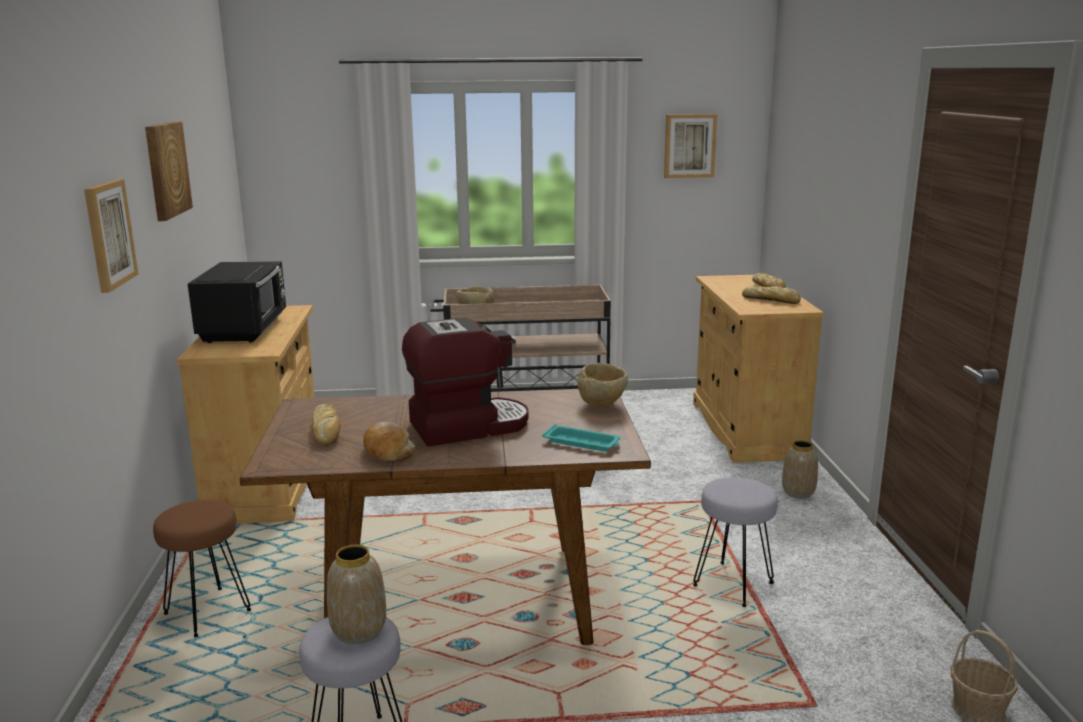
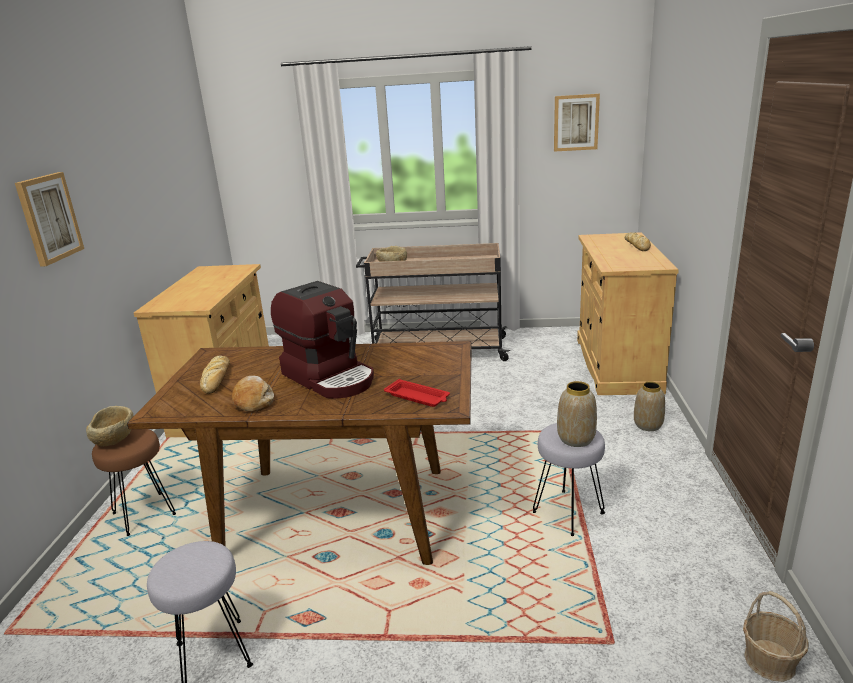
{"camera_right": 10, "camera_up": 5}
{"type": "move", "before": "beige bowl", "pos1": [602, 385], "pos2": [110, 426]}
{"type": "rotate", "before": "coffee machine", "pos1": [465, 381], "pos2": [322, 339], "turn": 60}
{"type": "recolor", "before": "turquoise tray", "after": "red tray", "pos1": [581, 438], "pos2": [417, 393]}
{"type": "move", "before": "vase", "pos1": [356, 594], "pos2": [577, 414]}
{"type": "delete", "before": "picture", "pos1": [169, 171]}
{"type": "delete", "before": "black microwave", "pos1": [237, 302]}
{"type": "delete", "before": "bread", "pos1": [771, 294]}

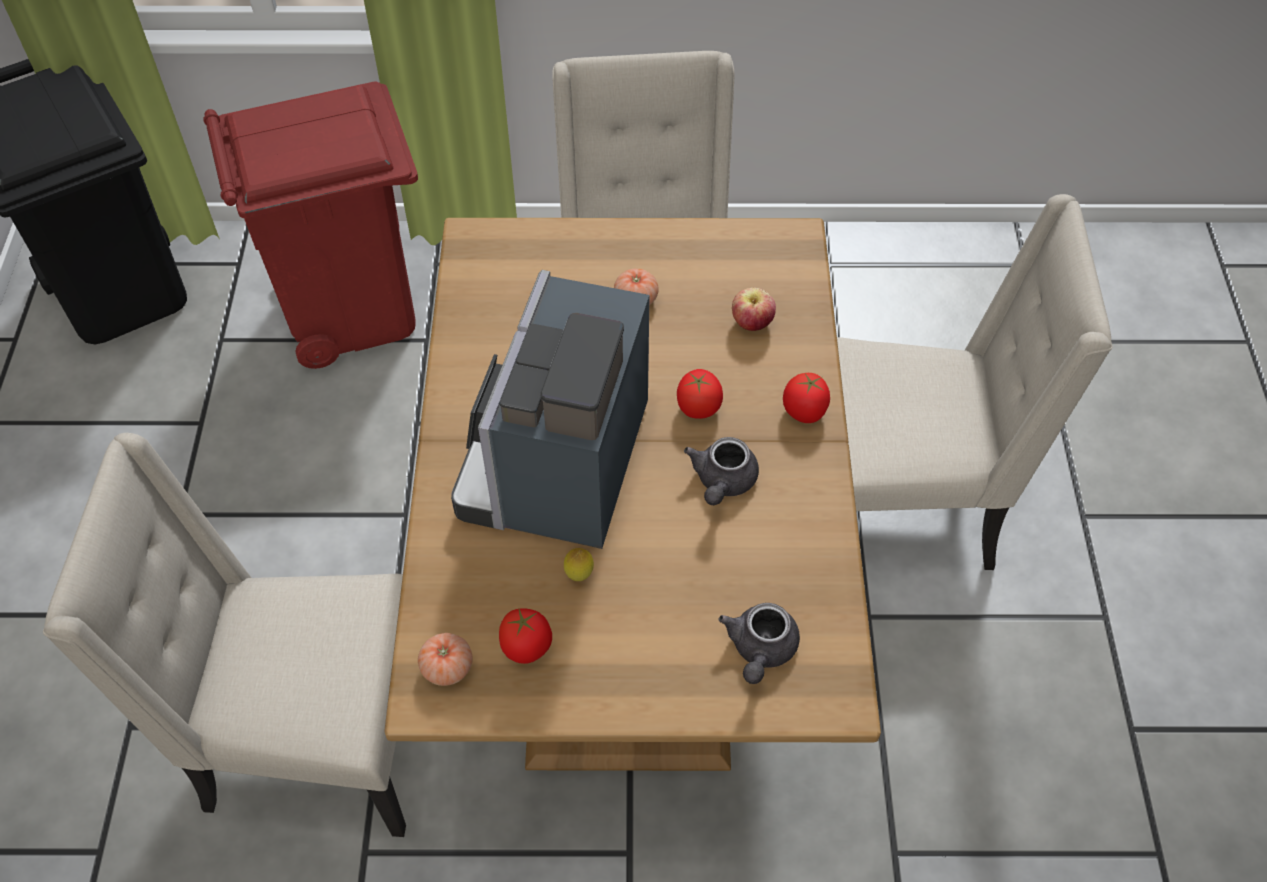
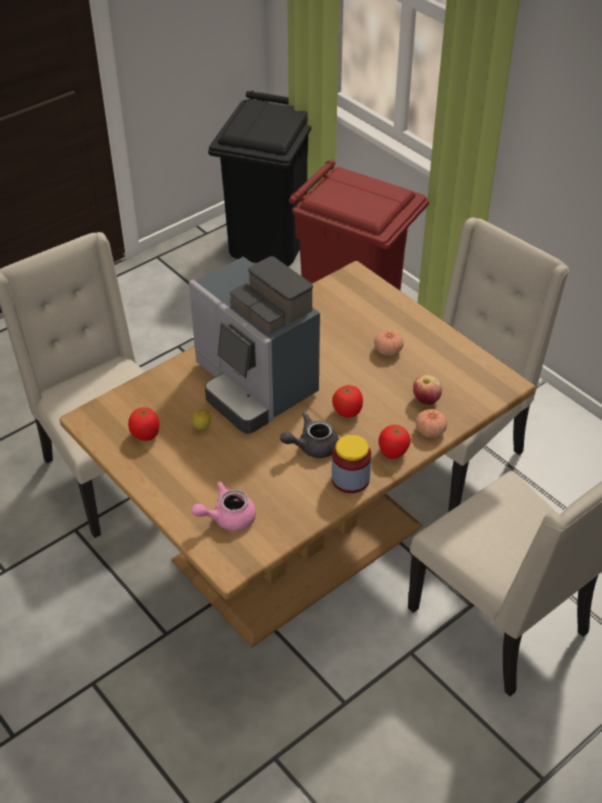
{"camera_right": 50, "camera_up": -10}
{"type": "rotate", "before": "coffee machine", "pos1": [550, 409], "pos2": [254, 345], "turn": -105}
{"type": "recolor", "before": "grey teapot", "after": "pink teapot", "pos1": [759, 643], "pos2": [224, 506]}
{"type": "insert", "after": "jar", "pos2": [351, 464]}
{"type": "move", "before": "tomato", "pos1": [445, 659], "pos2": [431, 423]}

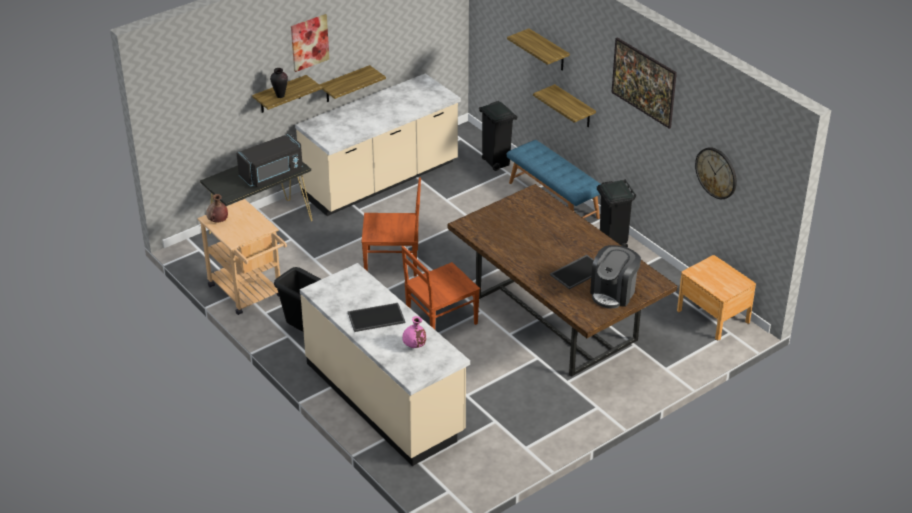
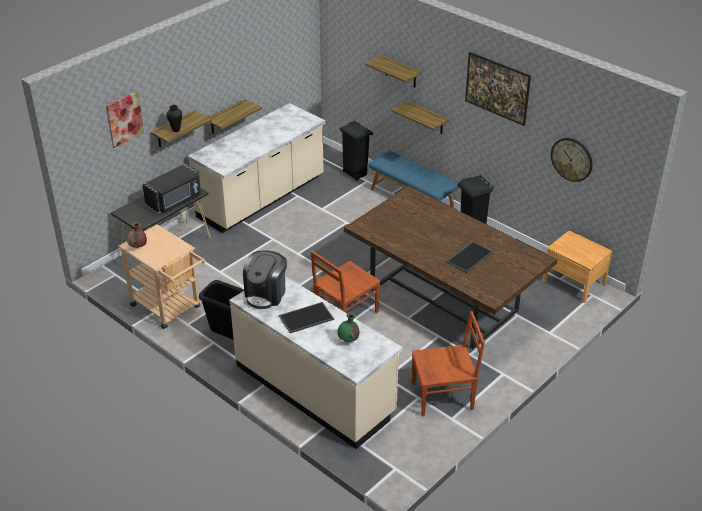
{"camera_right": -10, "camera_up": 0}
{"type": "move", "before": "picture", "pos1": [310, 43], "pos2": [125, 120]}
{"type": "move", "before": "coffee machine", "pos1": [615, 277], "pos2": [265, 280]}
{"type": "recolor", "before": "pink vase", "after": "green vase", "pos1": [414, 332], "pos2": [348, 327]}
{"type": "move", "before": "brown chair", "pos1": [391, 227], "pos2": [448, 363]}

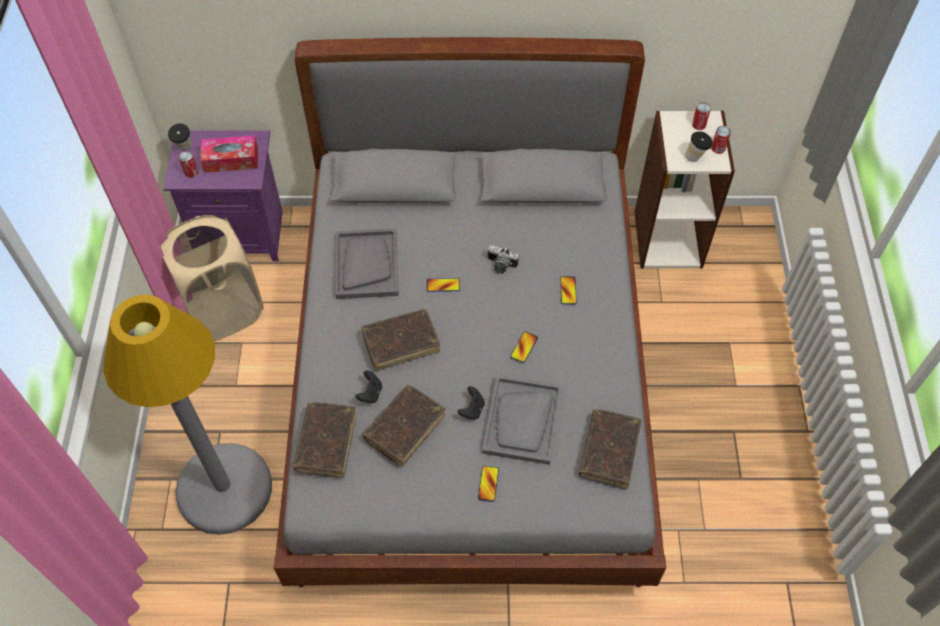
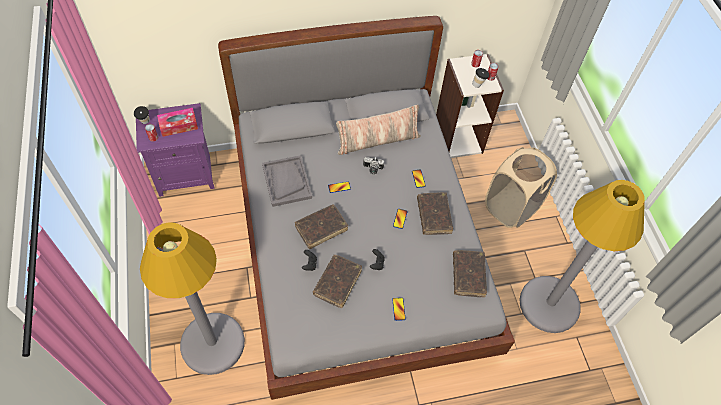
{"camera_right": -15, "camera_up": 0}
{"type": "insert", "after": "pillow", "pos2": [378, 130]}
{"type": "move", "before": "brown book", "pos1": [324, 440], "pos2": [435, 213]}
{"type": "move", "before": "beige laundry basket", "pos1": [212, 278], "pos2": [521, 187]}
{"type": "insert", "after": "grey floor lamp", "pos2": [582, 256]}
{"type": "delete", "before": "grey tray", "pos1": [522, 420]}

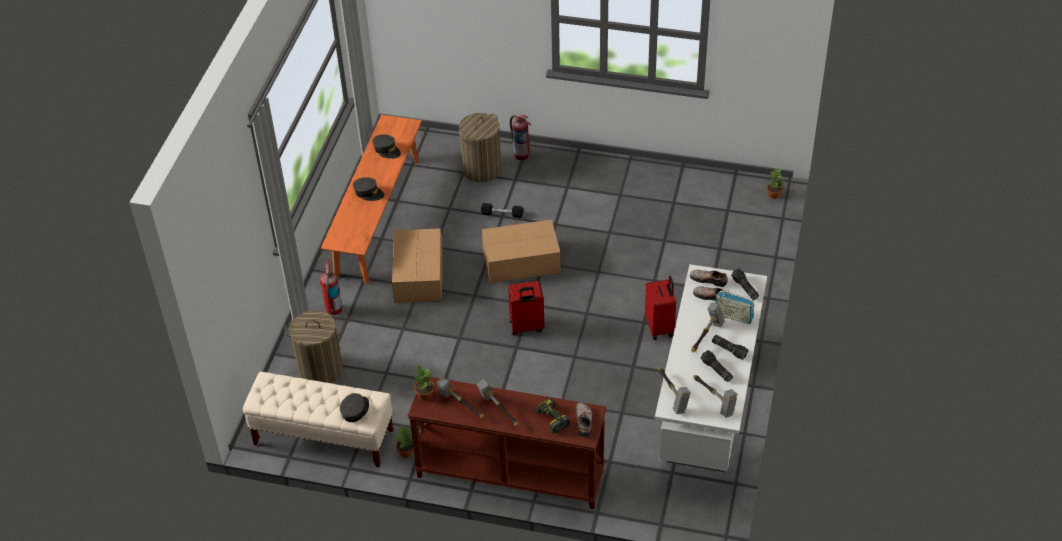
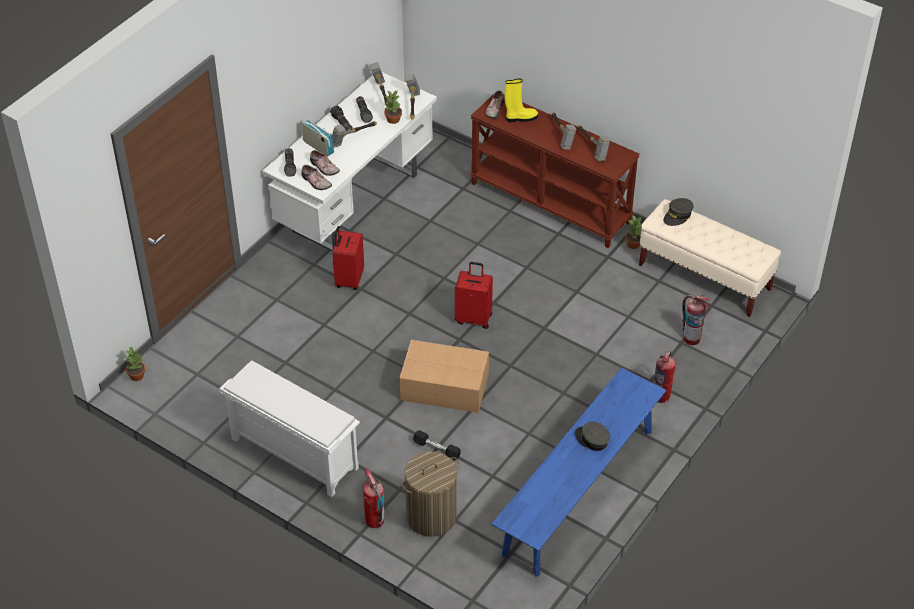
{"camera_right": -160, "camera_up": 0}
{"type": "insert", "after": "white shoe rack", "pos2": [289, 429]}
{"type": "move", "before": "potted plant", "pos1": [424, 382], "pos2": [393, 107]}
{"type": "recolor", "before": "orange bench", "after": "blue bench", "pos1": [371, 199], "pos2": [579, 472]}
{"type": "replace", "before": "power drill", "after": "yellow boot", "pos1": [552, 415], "pos2": [521, 100]}
{"type": "replace", "before": "laundry basket", "after": "fire extinguisher", "pos1": [314, 346], "pos2": [696, 320]}
{"type": "delete", "before": "grey cap", "pos1": [386, 146]}
{"type": "delete", "before": "cardboard box", "pos1": [417, 265]}

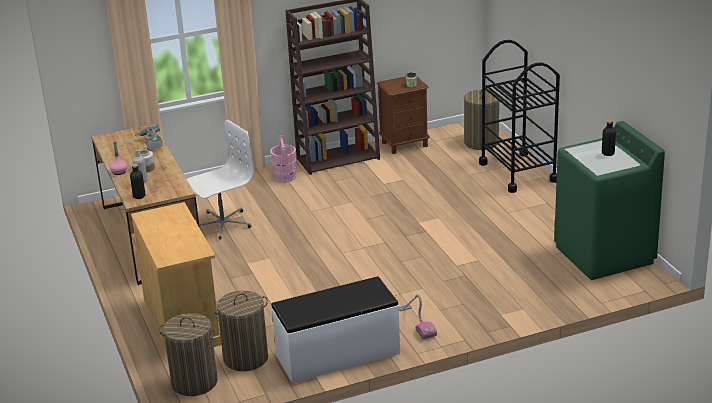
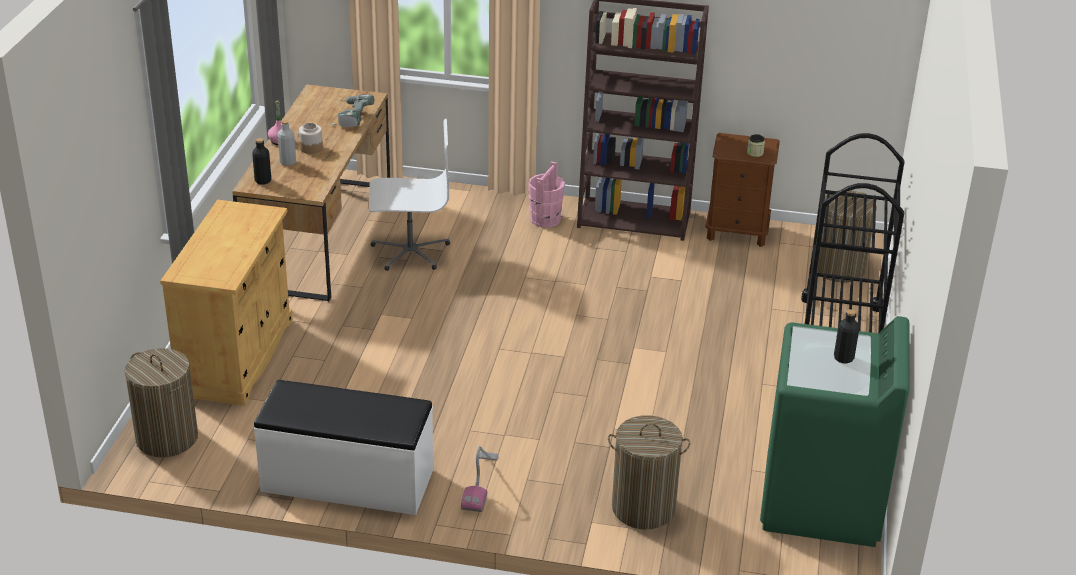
{"camera_right": 30, "camera_up": 5}
{"type": "move", "before": "laundry basket", "pos1": [240, 331], "pos2": [649, 472]}

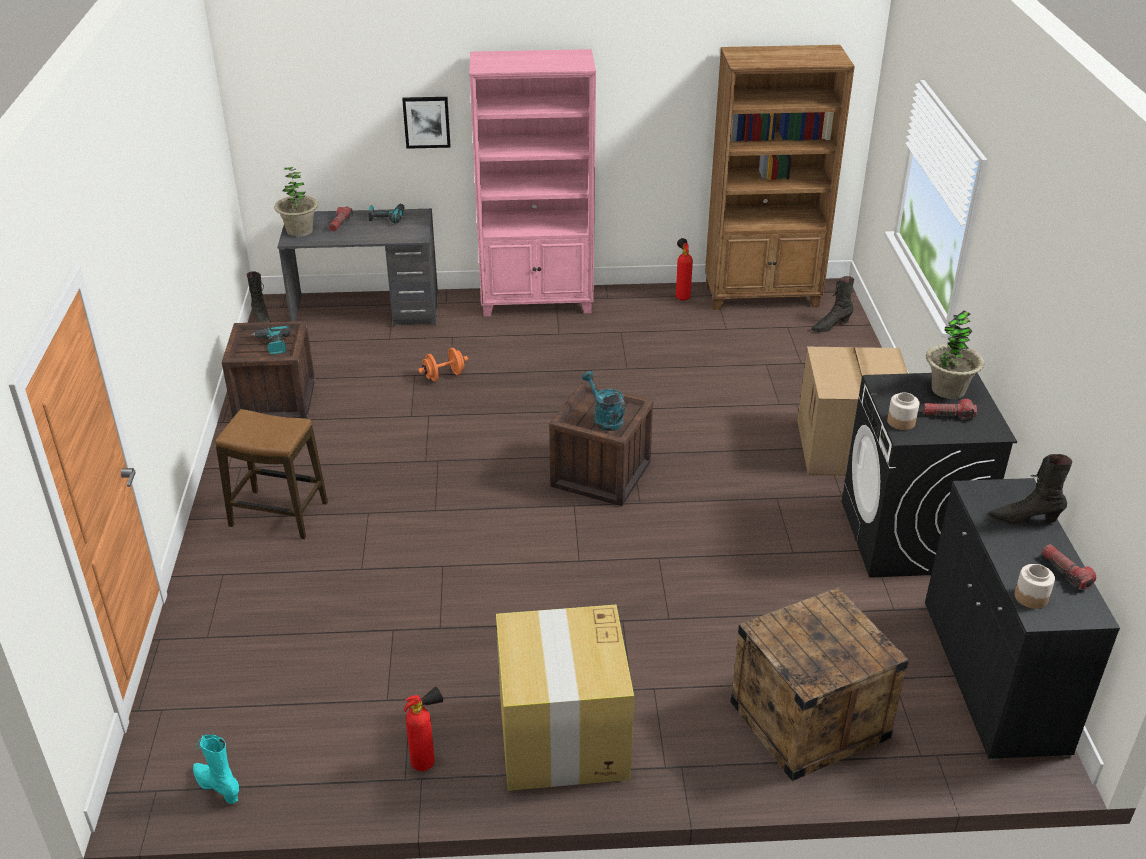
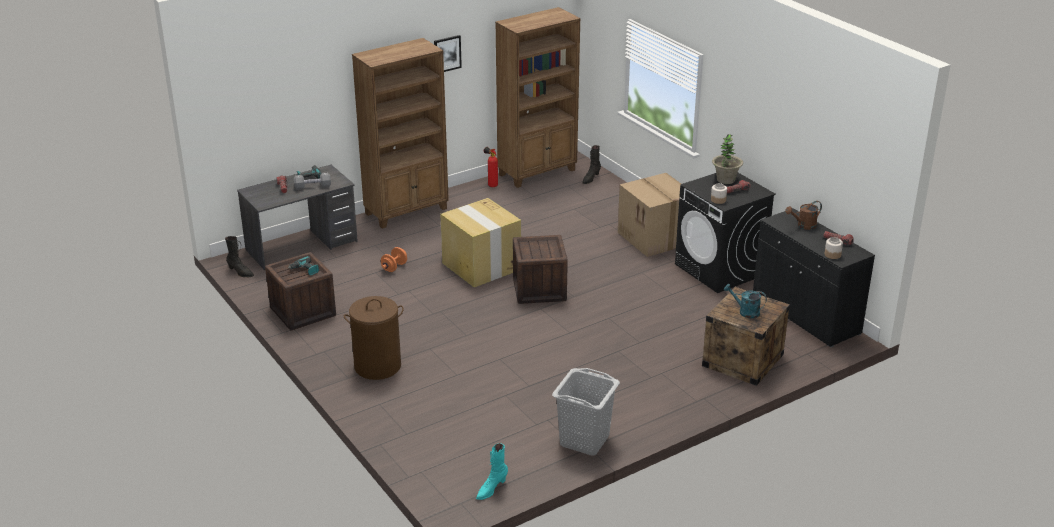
{"camera_right": -30, "camera_up": -5}
{"type": "insert", "after": "grey dumbbell", "pos2": [312, 181]}
{"type": "replace", "before": "stool", "after": "brown laundry basket", "pos1": [271, 474], "pos2": [374, 338]}
{"type": "recolor", "before": "pink bookcase", "after": "brown bookcase", "pos1": [532, 182], "pos2": [400, 133]}
{"type": "move", "before": "picture", "pos1": [426, 123], "pos2": [448, 53]}
{"type": "move", "before": "cardboard box", "pos1": [565, 698], "pos2": [480, 242]}
{"type": "rotate", "before": "turquoise boot", "pos1": [216, 769], "pos2": [492, 471], "turn": -60}
{"type": "replace", "before": "fire extinguisher", "after": "grey laundry basket", "pos1": [423, 728], "pos2": [586, 411]}
{"type": "move", "before": "turquoise watering can", "pos1": [603, 401], "pos2": [745, 301]}
{"type": "replace", "before": "black boot", "after": "brown watering can", "pos1": [1030, 489], "pos2": [803, 215]}
{"type": "delete", "before": "potted plant", "pos1": [296, 202]}

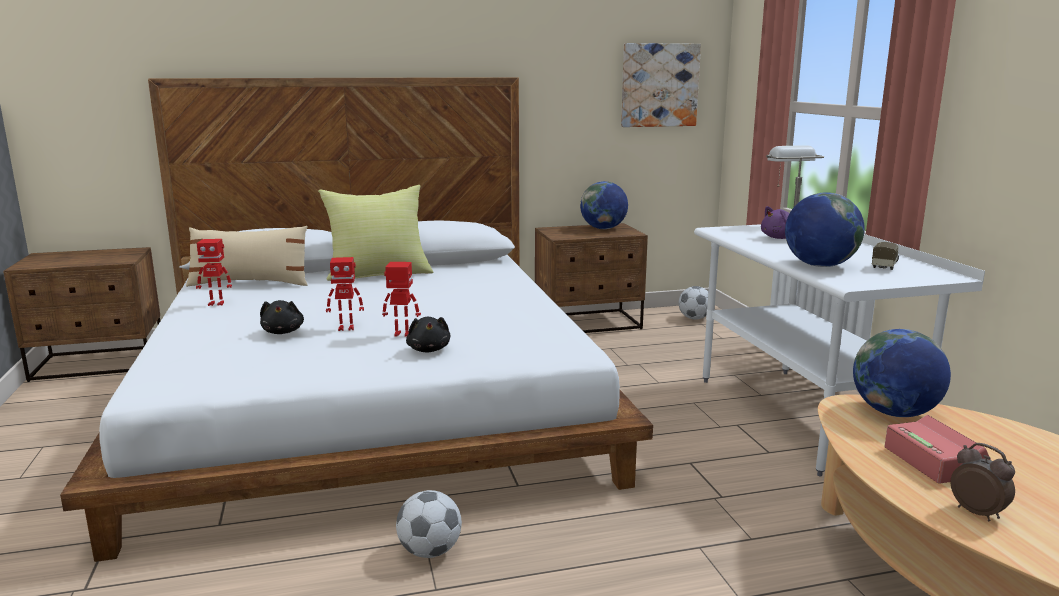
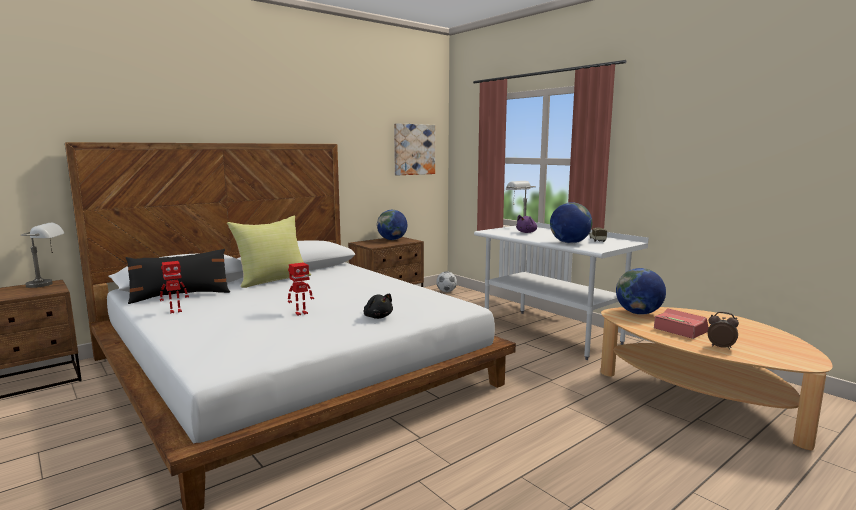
{"camera_right": -25, "camera_up": -5}
{"type": "insert", "after": "grey table lamp", "pos2": [42, 255]}
{"type": "recolor", "before": "beige pillow", "after": "black pillow", "pos1": [247, 256], "pos2": [178, 276]}
{"type": "delete", "before": "black plush toy", "pos1": [282, 317]}
{"type": "delete", "before": "toy robot", "pos1": [401, 299]}
{"type": "delete", "before": "football", "pos1": [429, 524]}

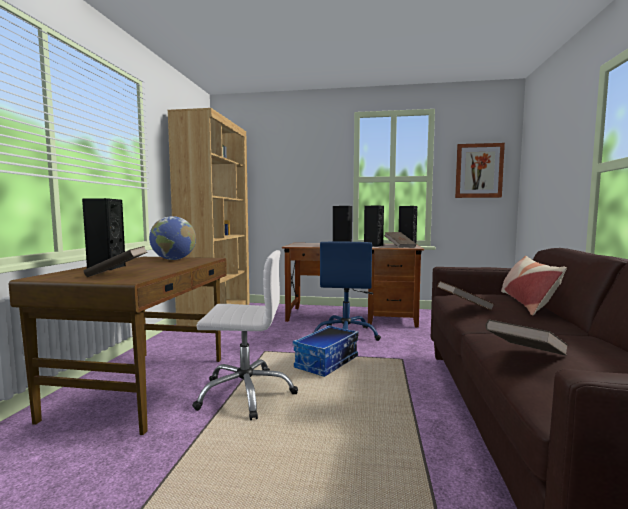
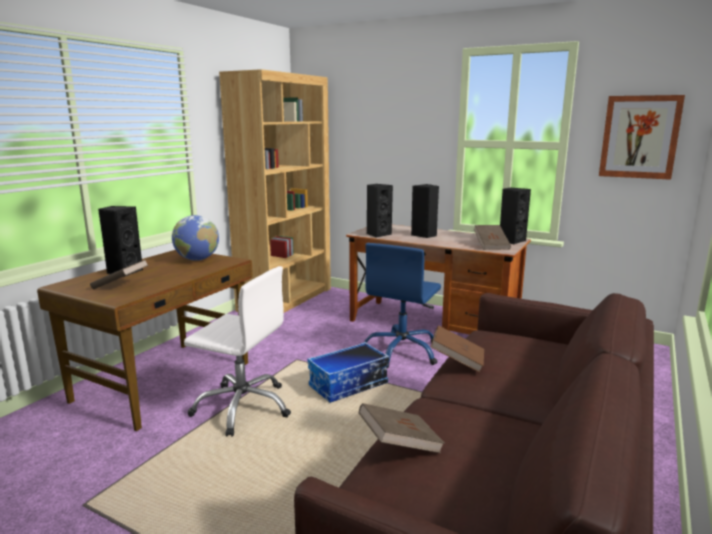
{"camera_right": 20, "camera_up": 10}
{"type": "move", "before": "black speaker", "pos1": [374, 226], "pos2": [380, 211]}
{"type": "delete", "before": "pillow", "pos1": [534, 286]}

